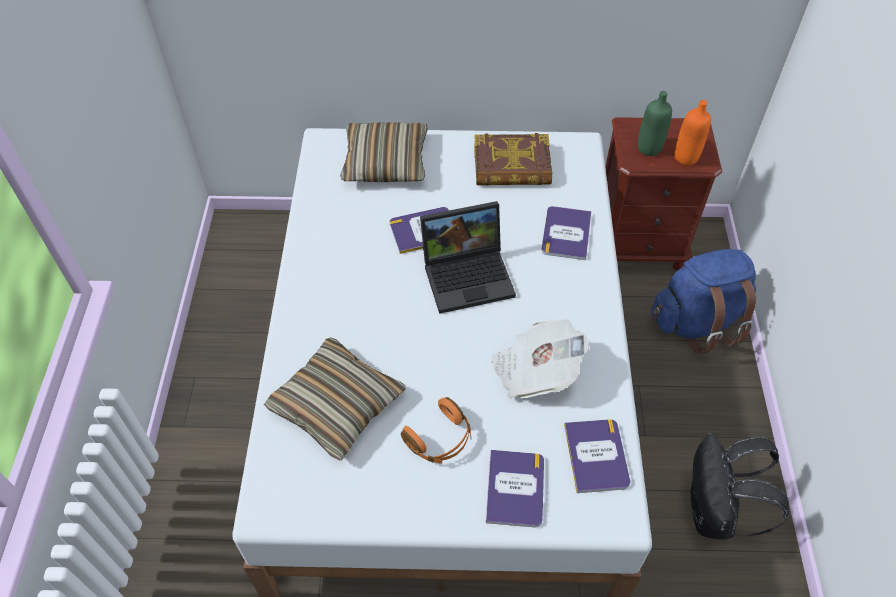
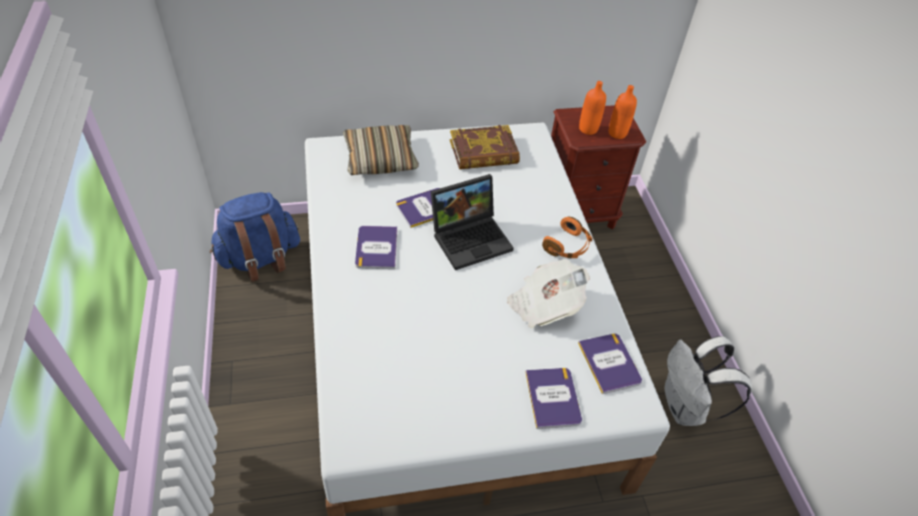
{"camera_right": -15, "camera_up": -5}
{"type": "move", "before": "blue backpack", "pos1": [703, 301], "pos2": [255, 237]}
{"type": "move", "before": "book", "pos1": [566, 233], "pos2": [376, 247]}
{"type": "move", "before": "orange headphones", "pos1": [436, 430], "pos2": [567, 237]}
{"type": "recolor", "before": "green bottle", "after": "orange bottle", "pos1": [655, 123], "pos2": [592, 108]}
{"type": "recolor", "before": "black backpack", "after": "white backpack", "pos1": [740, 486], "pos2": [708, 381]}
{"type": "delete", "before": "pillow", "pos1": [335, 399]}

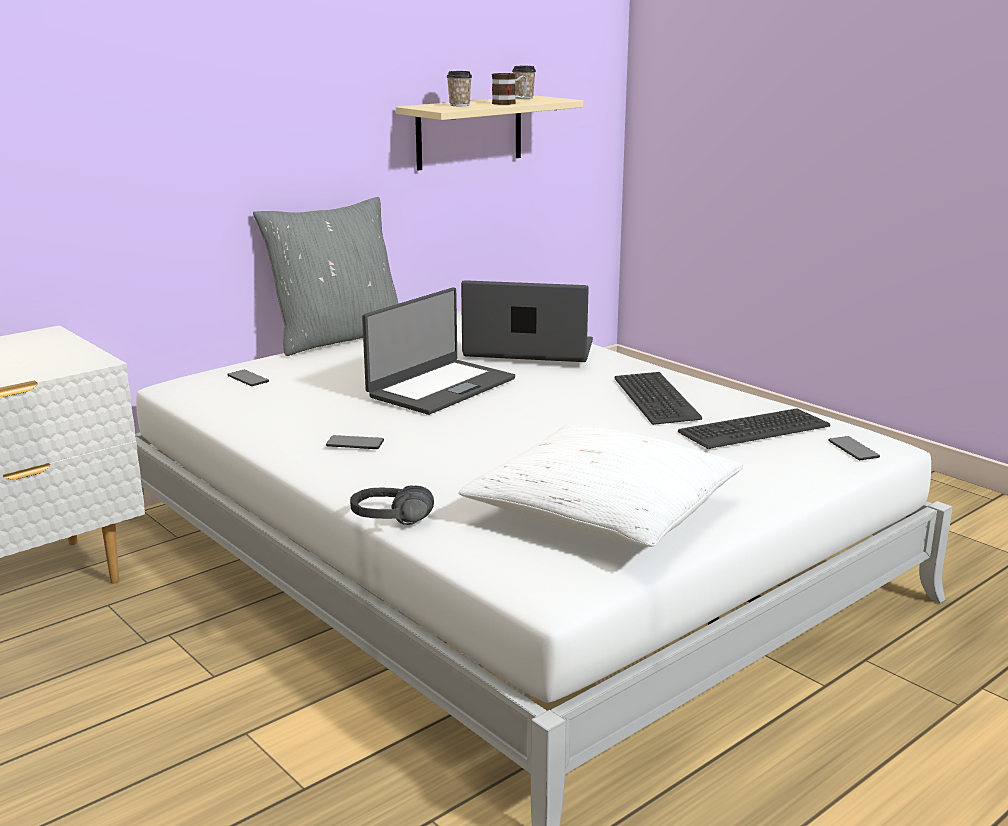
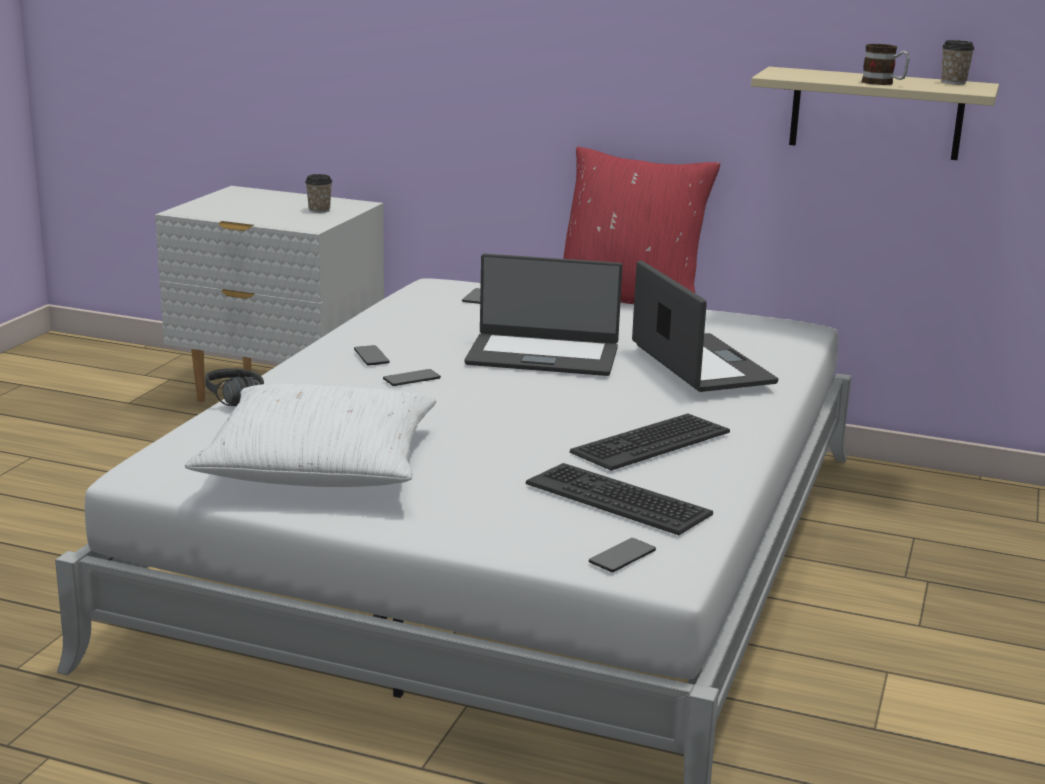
{"camera_right": 60, "camera_up": 0}
{"type": "move", "before": "cup", "pos1": [459, 88], "pos2": [319, 193]}
{"type": "insert", "after": "phone", "pos2": [412, 377]}
{"type": "recolor", "before": "grey pillow", "after": "red pillow", "pos1": [325, 276], "pos2": [641, 225]}

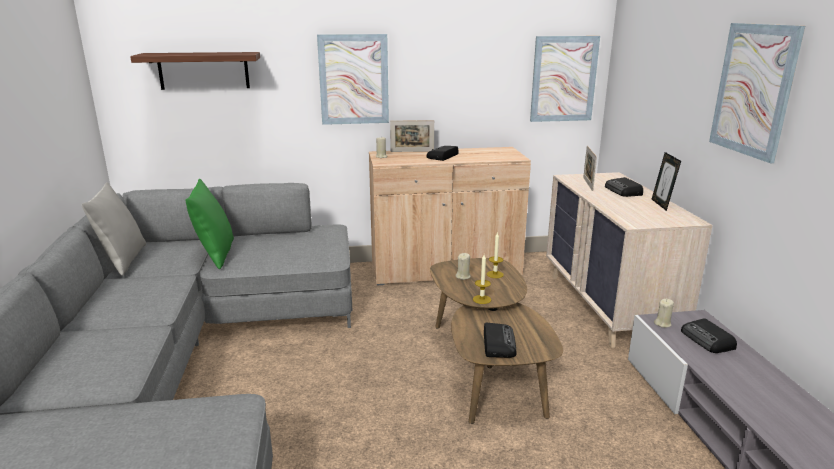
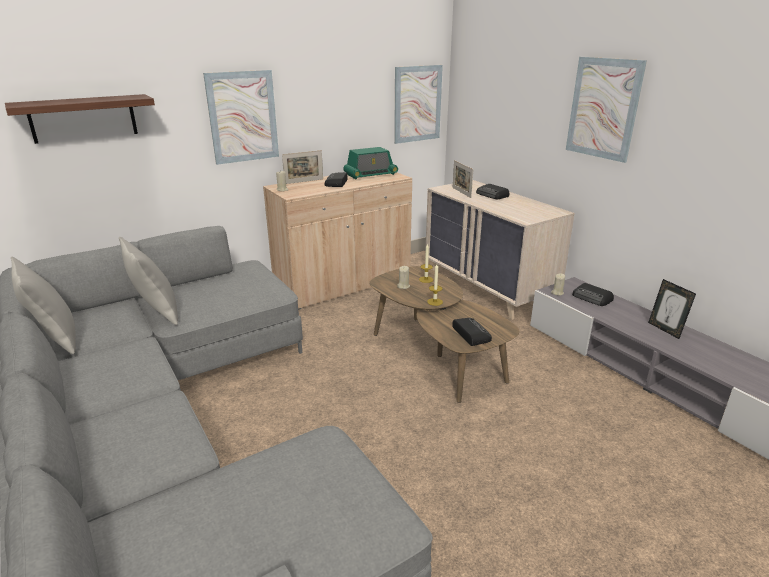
{"camera_right": -25, "camera_up": 5}
{"type": "recolor", "before": "green pillow", "after": "grey pillow", "pos1": [209, 224], "pos2": [148, 281]}
{"type": "insert", "after": "radio", "pos2": [370, 163]}
{"type": "move", "before": "picture frame", "pos1": [666, 181], "pos2": [672, 309]}

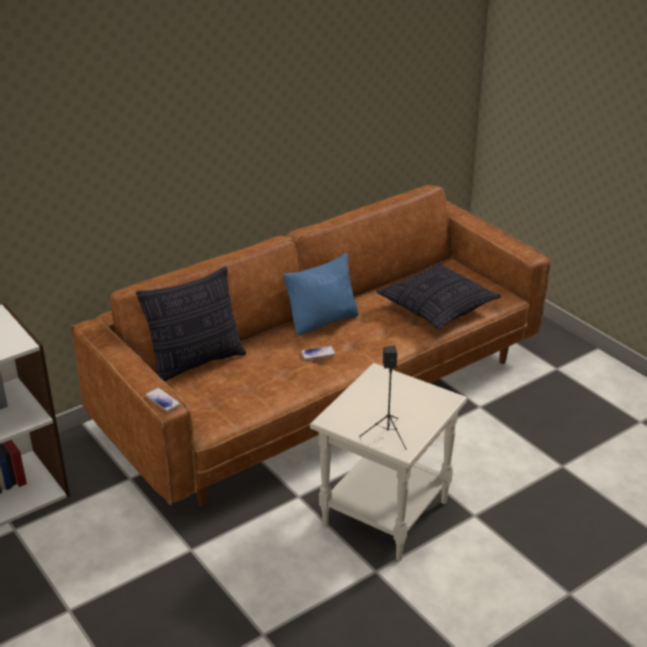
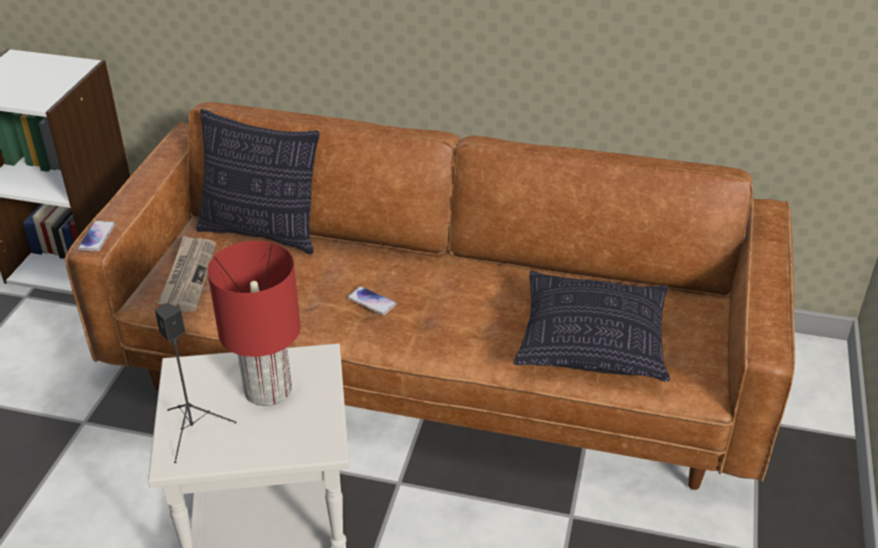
{"camera_right": 50, "camera_up": 5}
{"type": "insert", "after": "newspaper", "pos2": [186, 273]}
{"type": "insert", "after": "red table lamp", "pos2": [254, 323]}
{"type": "delete", "before": "blue pillow", "pos1": [321, 294]}

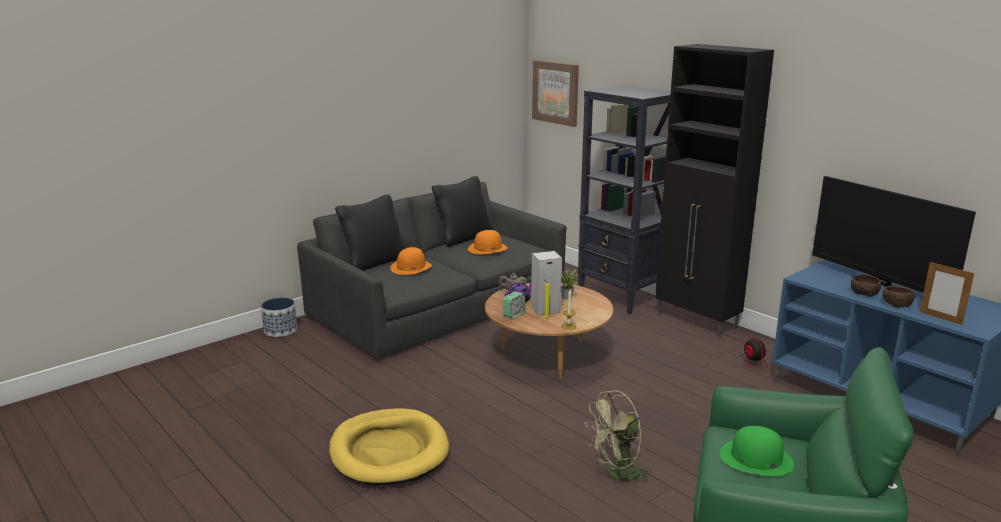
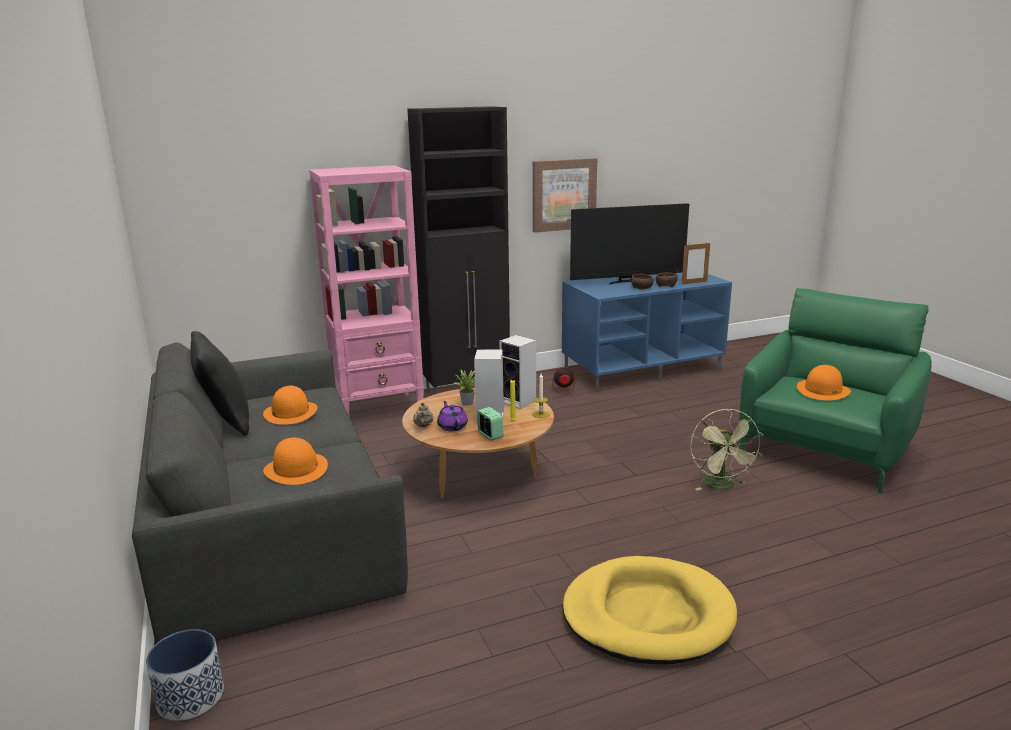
{"camera_right": -70, "camera_up": 0}
{"type": "recolor", "before": "black bookcase", "after": "pink bookcase", "pos1": [624, 199], "pos2": [366, 290]}
{"type": "insert", "after": "speaker", "pos2": [517, 372]}
{"type": "move", "before": "picture", "pos1": [555, 93], "pos2": [565, 195]}
{"type": "recolor", "before": "green hat", "after": "orange hat", "pos1": [757, 451], "pos2": [824, 382]}
{"type": "delete", "before": "black pillow", "pos1": [370, 232]}

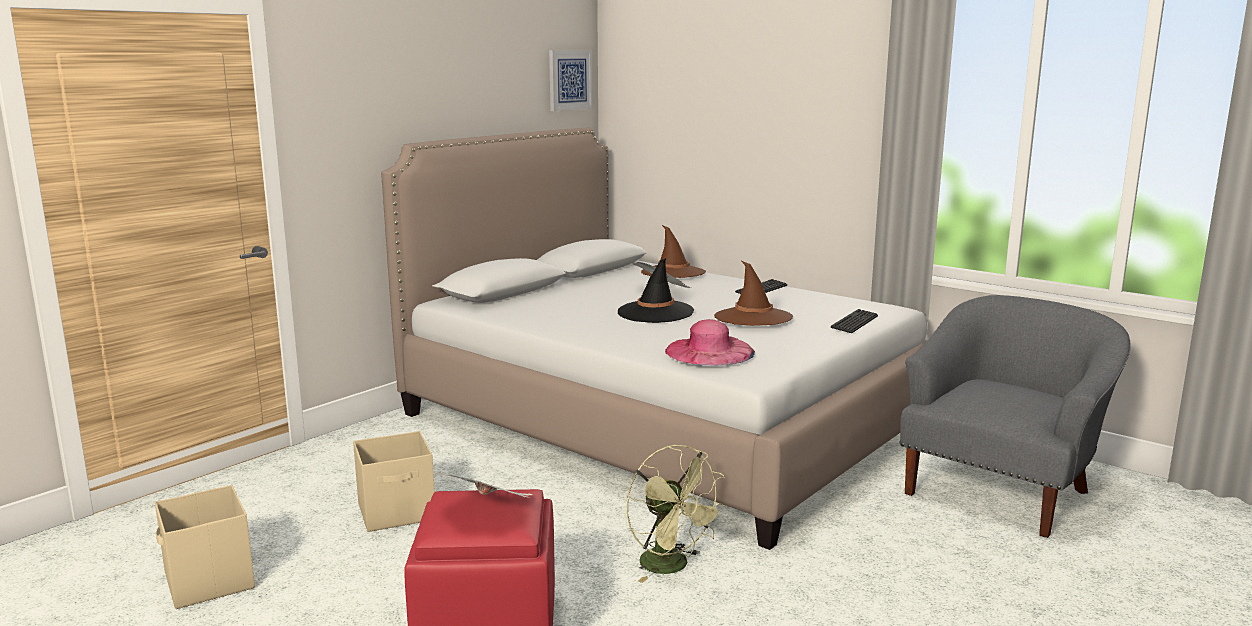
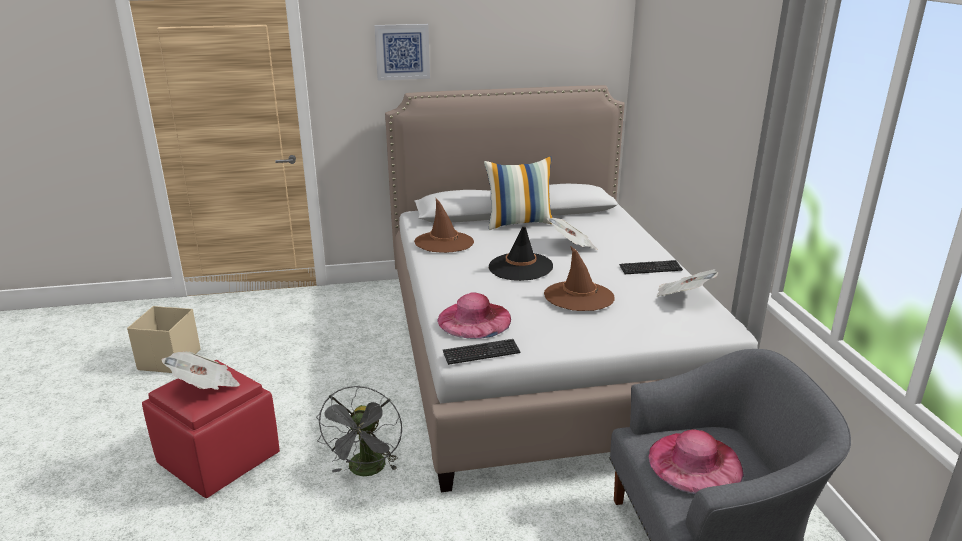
{"camera_right": 40, "camera_up": 10}
{"type": "recolor", "before": "green fan", "after": "grey fan", "pos1": [677, 514], "pos2": [359, 431]}
{"type": "move", "before": "picture", "pos1": [571, 80], "pos2": [402, 52]}
{"type": "move", "before": "brown hat", "pos1": [673, 251], "pos2": [444, 226]}
{"type": "move", "before": "keyboard", "pos1": [854, 321], "pos2": [481, 352]}
{"type": "insert", "after": "pillow", "pos2": [518, 193]}
{"type": "insert", "after": "pink hat", "pos2": [696, 461]}
{"type": "insert", "after": "newspaper", "pos2": [687, 283]}
{"type": "delete", "before": "beige storage box", "pos1": [394, 481]}

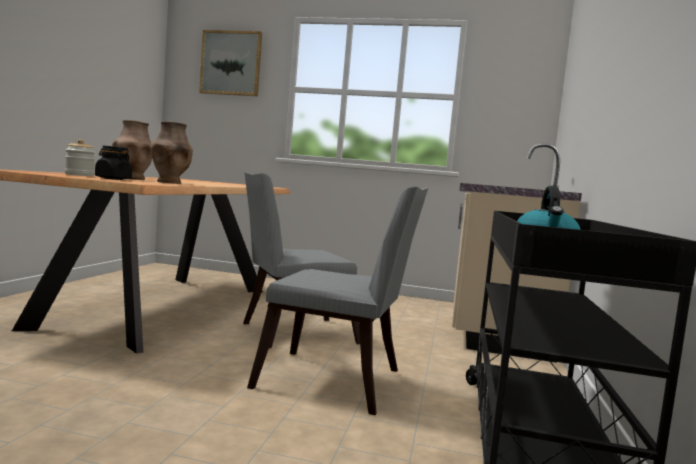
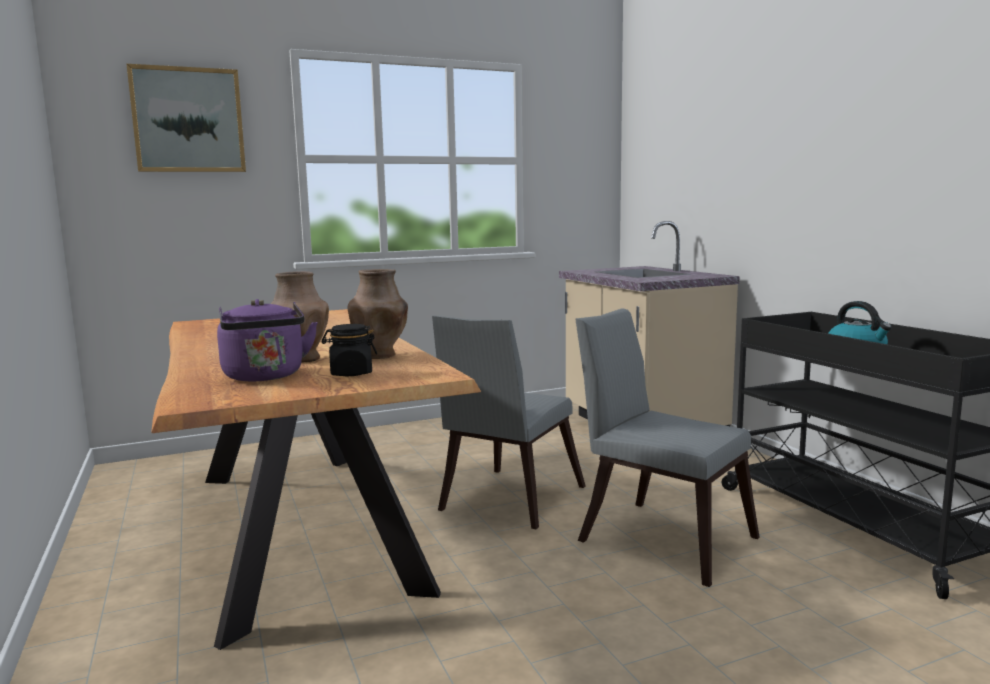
{"camera_right": -35, "camera_up": 5}
{"type": "replace", "before": "jar", "after": "purple kettle", "pos1": [80, 157], "pos2": [267, 340]}
{"type": "rotate", "before": "grey chair", "pos1": [337, 301], "pos2": [667, 447], "turn": -120}

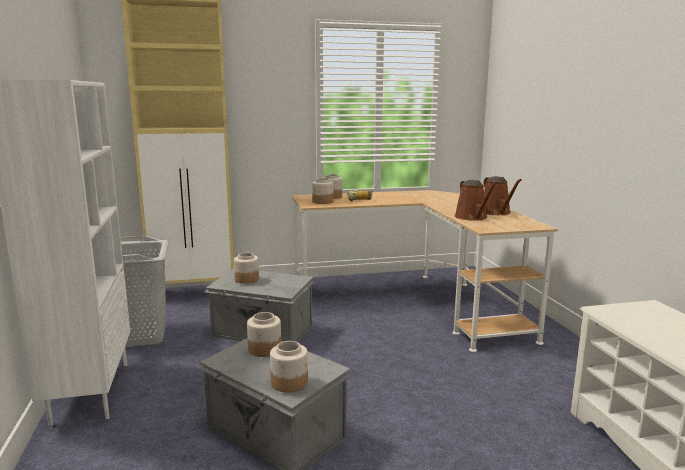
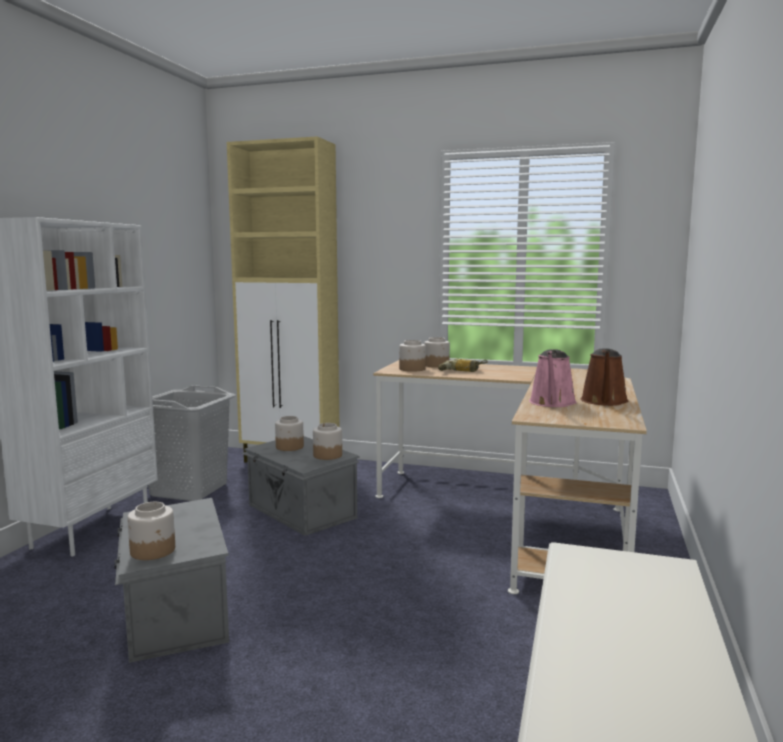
{"camera_right": 30, "camera_up": -5}
{"type": "move", "before": "jar", "pos1": [264, 334], "pos2": [327, 441]}
{"type": "recolor", "before": "brown watering can", "after": "pink watering can", "pos1": [475, 200], "pos2": [553, 378]}

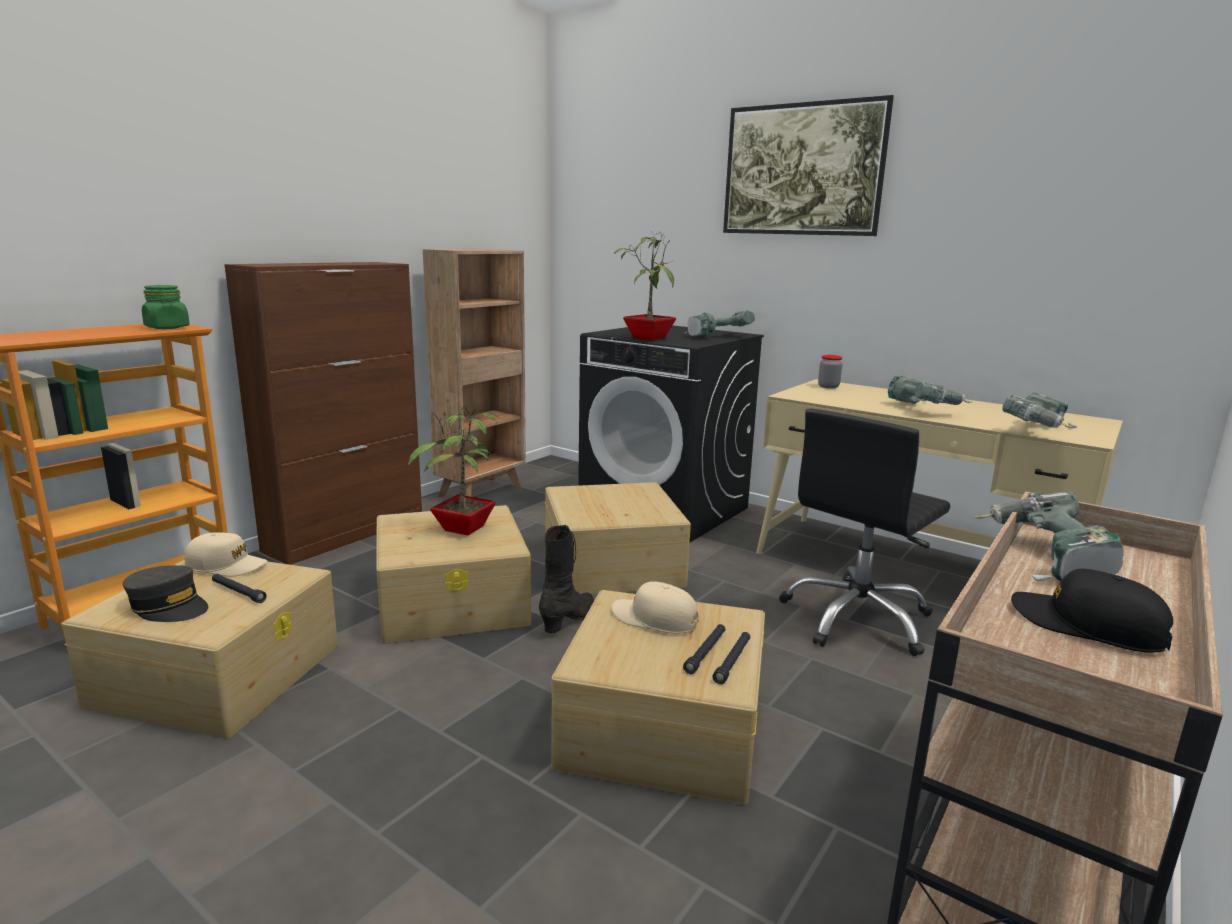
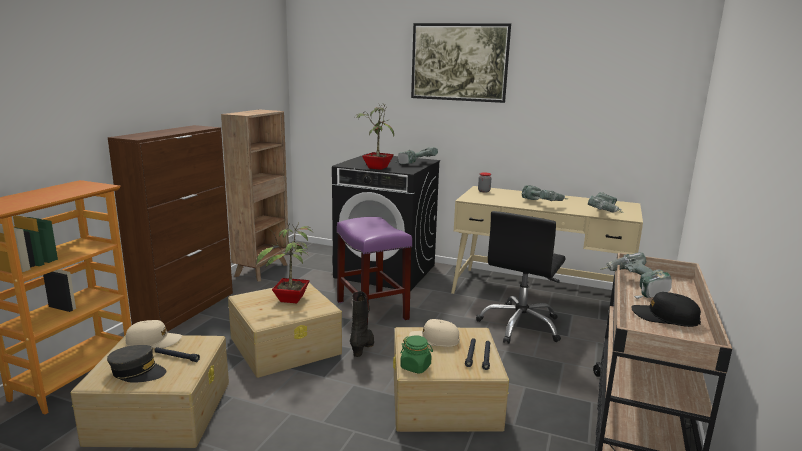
{"camera_right": -15, "camera_up": 0}
{"type": "replace", "before": "beige storage box", "after": "purple stool", "pos1": [618, 538], "pos2": [374, 269]}
{"type": "move", "before": "green jar", "pos1": [166, 307], "pos2": [416, 354]}

